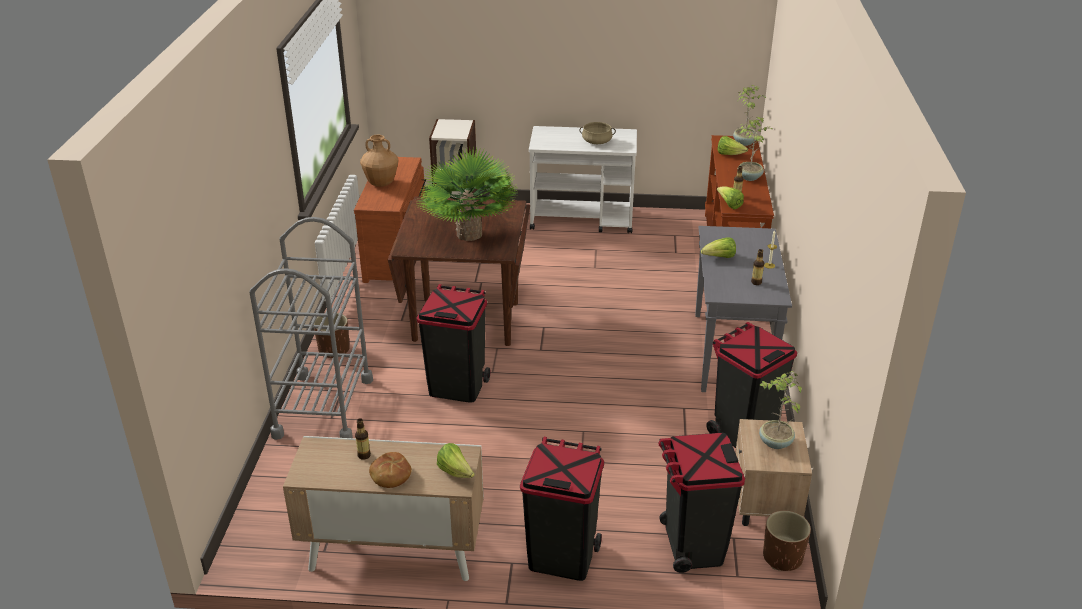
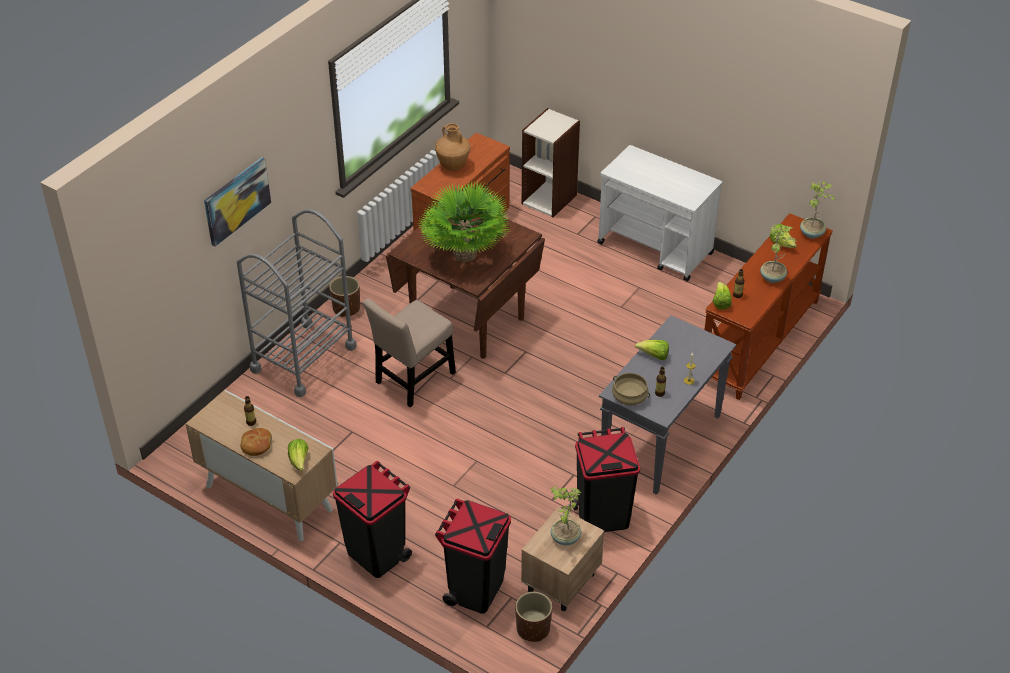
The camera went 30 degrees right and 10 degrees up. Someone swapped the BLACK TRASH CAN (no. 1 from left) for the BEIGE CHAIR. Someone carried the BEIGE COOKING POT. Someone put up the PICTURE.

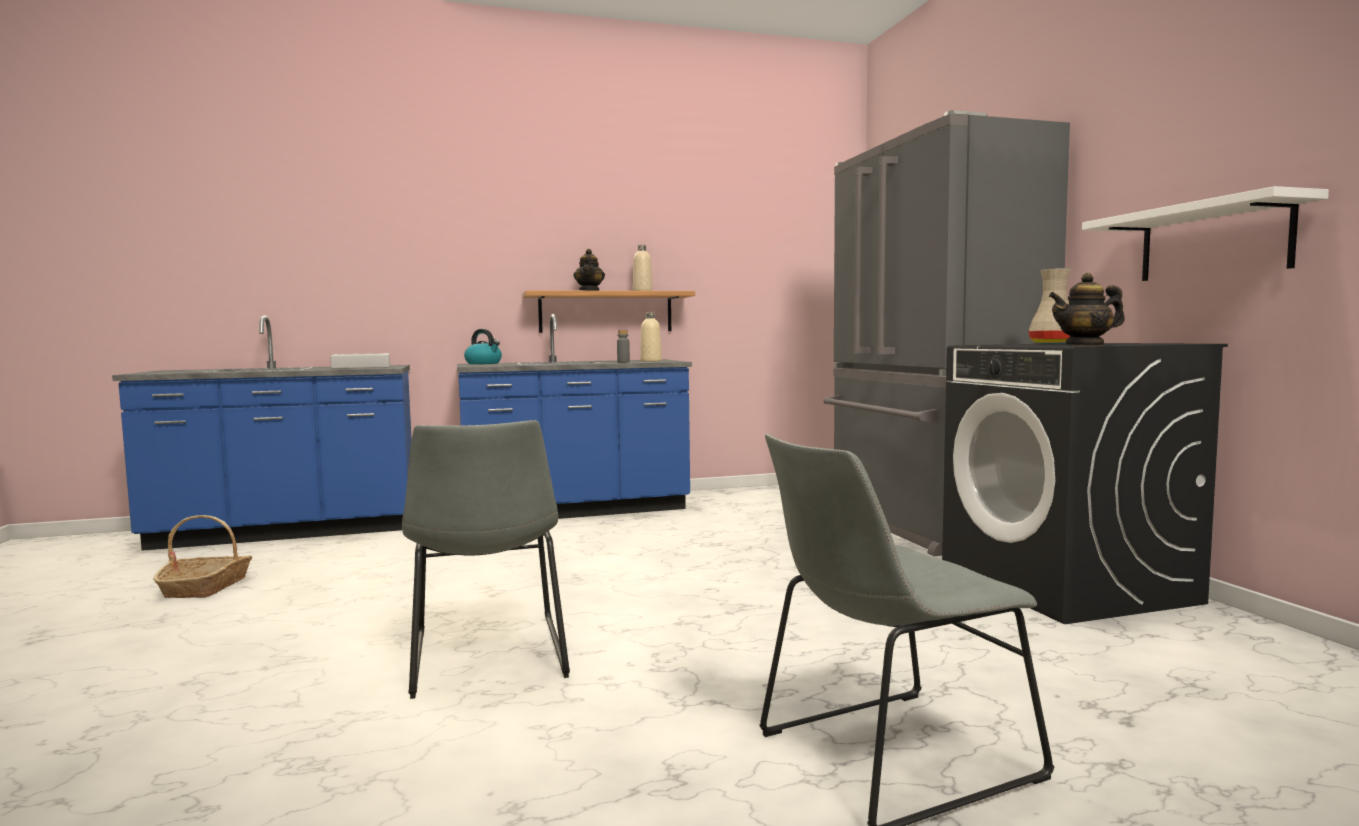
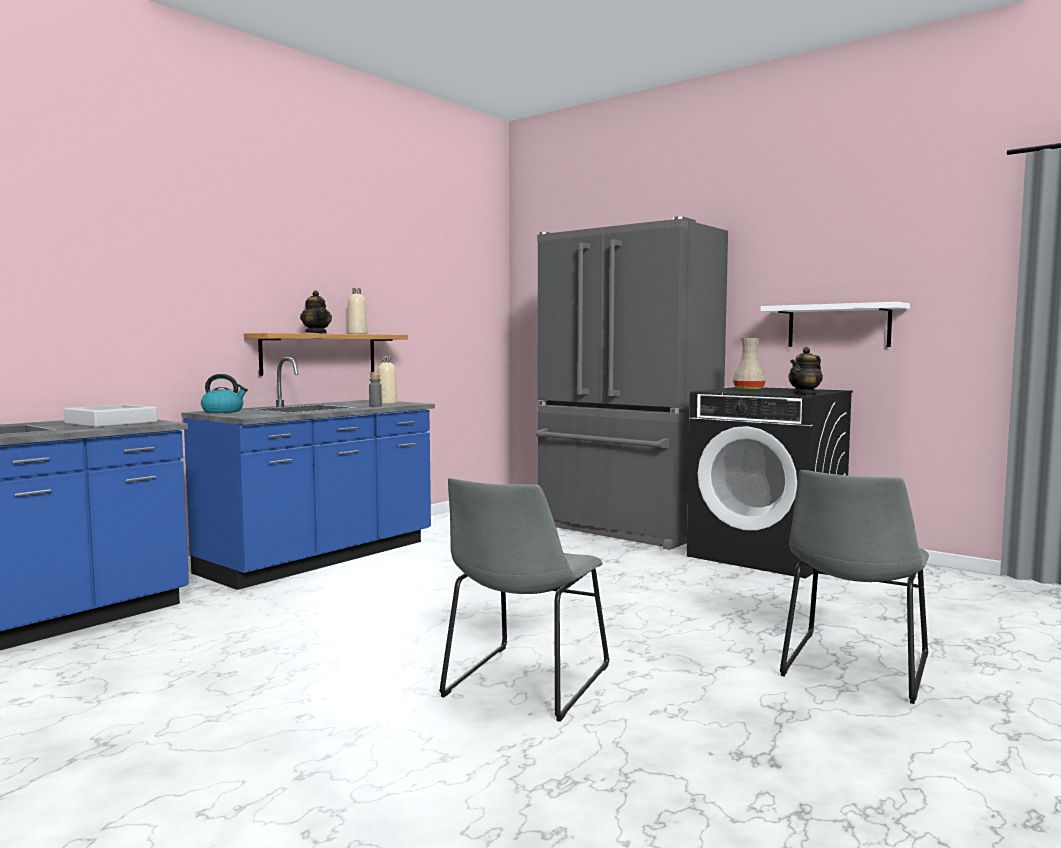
The camera went 35 degrees left and 0 degrees up. Someone took away the BASKET. Someone rotated the GREY CHAIR (no. 1 from left) by 75 degrees clockwise.

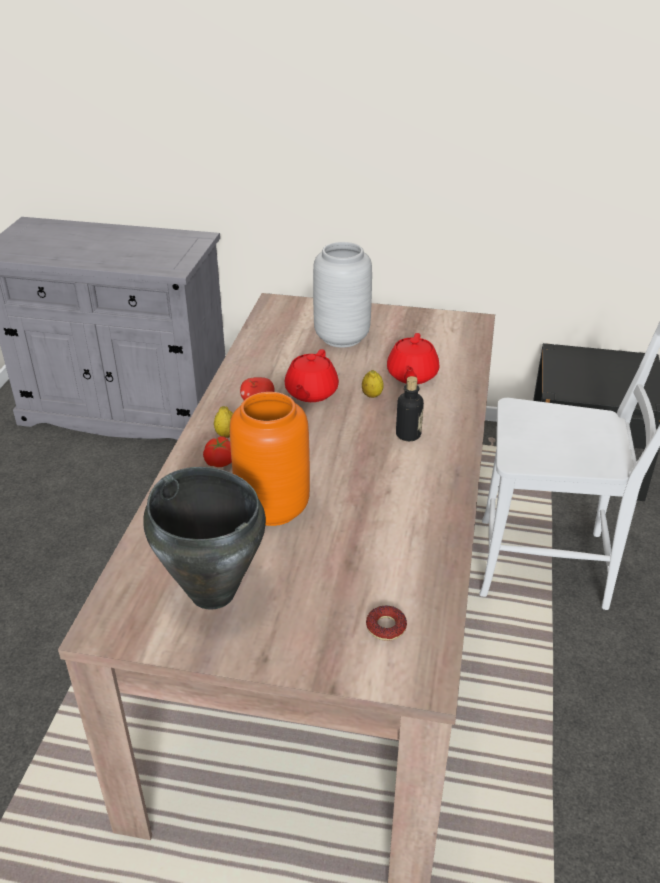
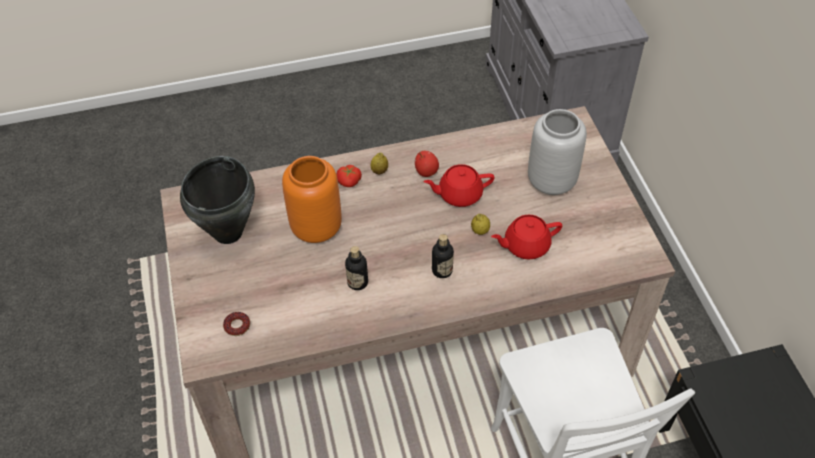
The camera went 65 degrees right and 15 degrees up. Someone put down the BOTTLE (no. 1 from left).

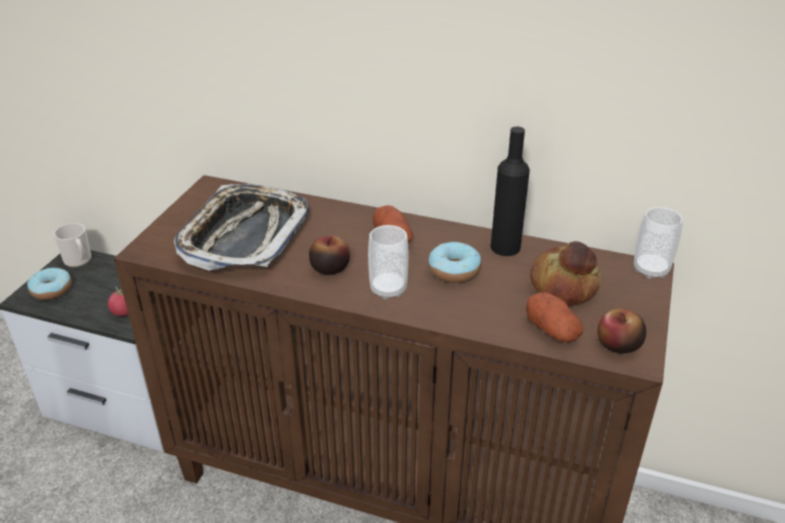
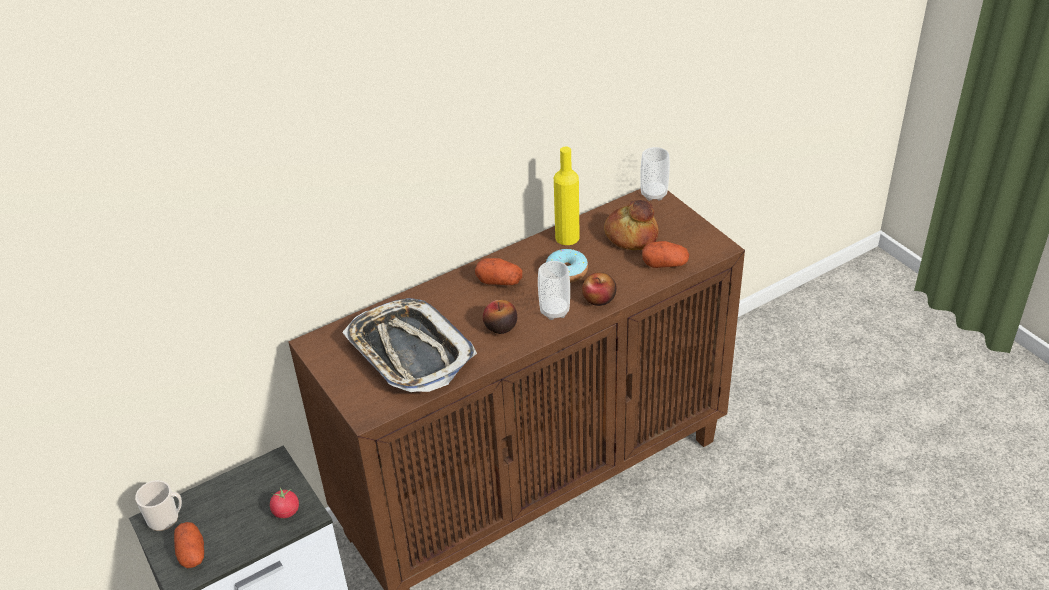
The camera went 50 degrees left and 5 degrees up. Someone swapped the DONUT (no. 1 from left) for the POTATO (no. 1 from left). Someone repainted the BLACK BOTTLE, which became the YELLOW BOTTLE. Someone carried the APPLE (no. 2 from left).

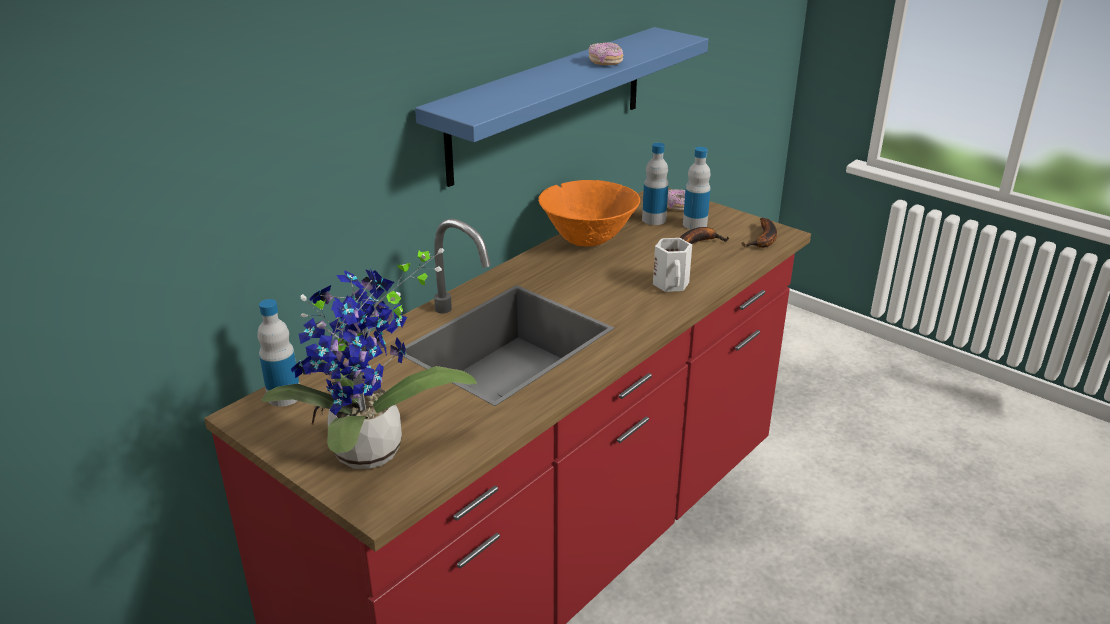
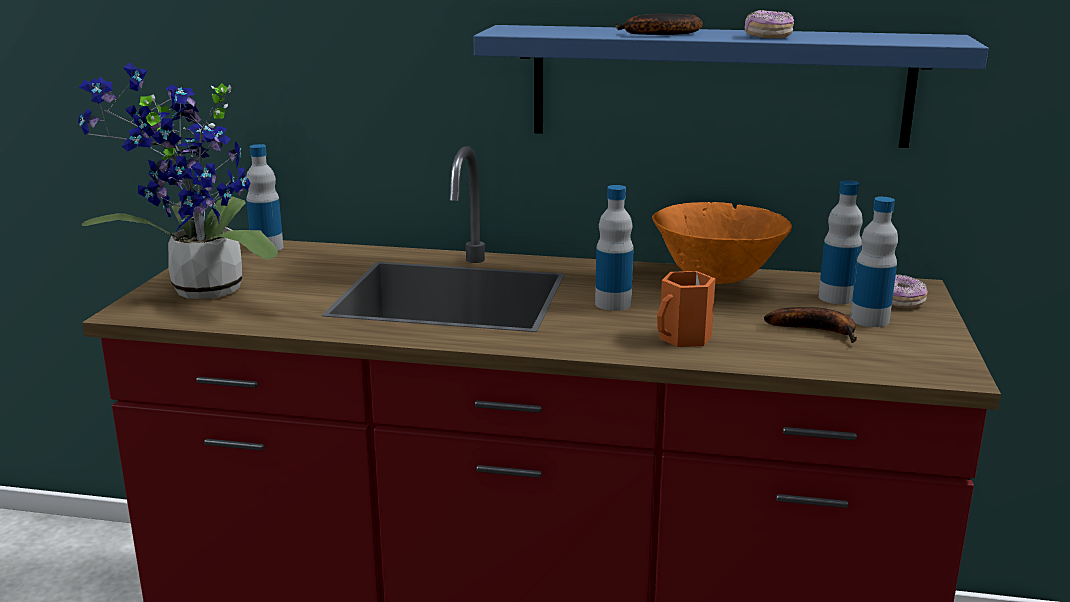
The camera went 60 degrees right and 10 degrees down. Someone repainted the WHITE MUG, which became the ORANGE MUG. Someone carried the BANANA (no. 2 from left in the first image). Someone put down the BOTTLE (no. 2 from left).

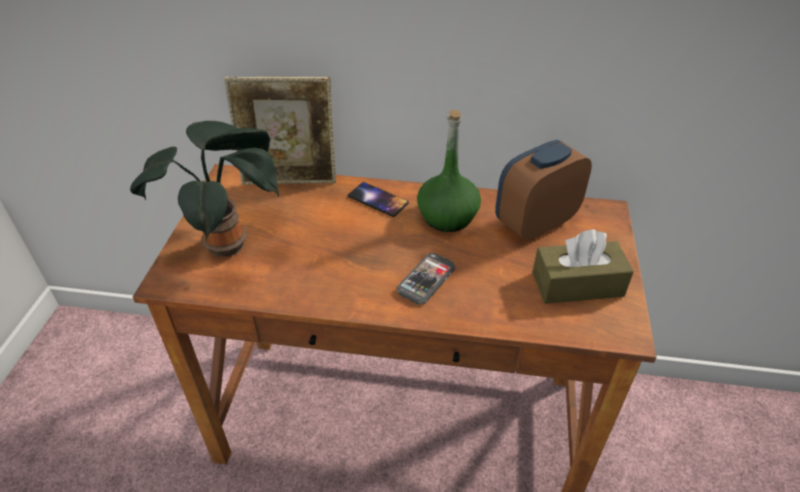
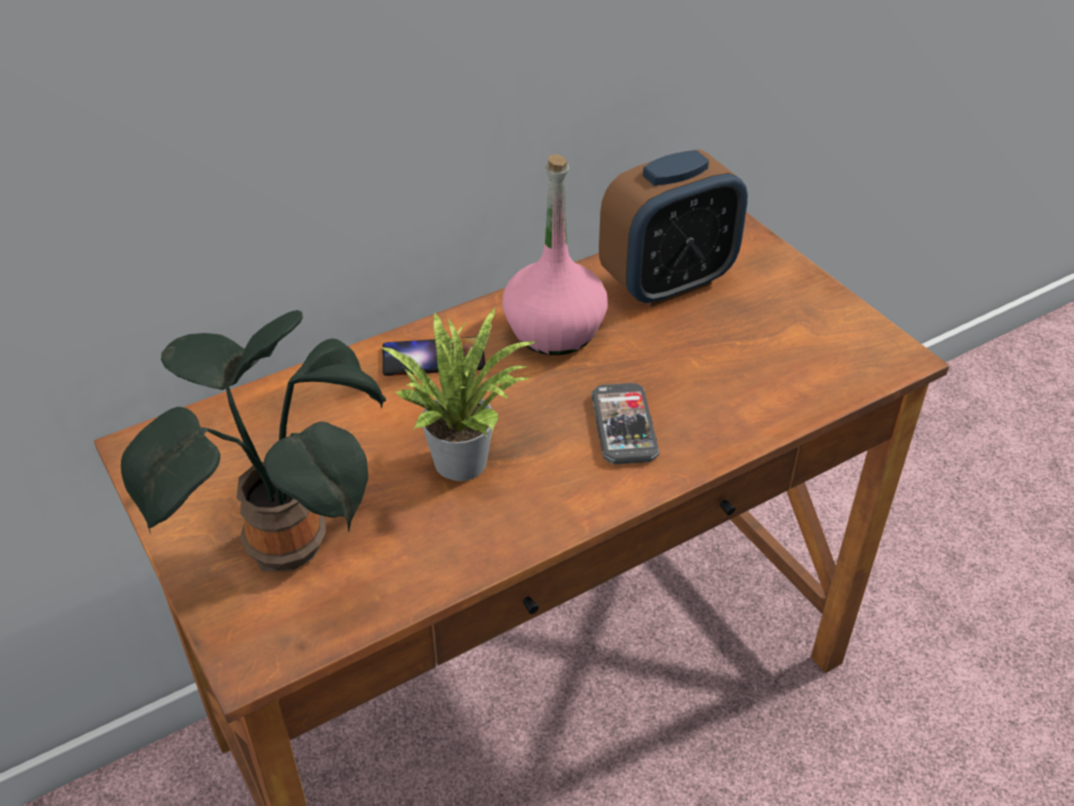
The camera went 40 degrees left and 0 degrees up. Someone took away the PICTURE FRAME. Someone repainted the GREEN BOTTLE, which became the PINK BOTTLE. Someone rotated the ALARM CLOCK by 135 degrees counterclockwise. Someone took away the BROWN TISSUE BOX. Someone put down the POTTED PLANT (no. 2 from left).

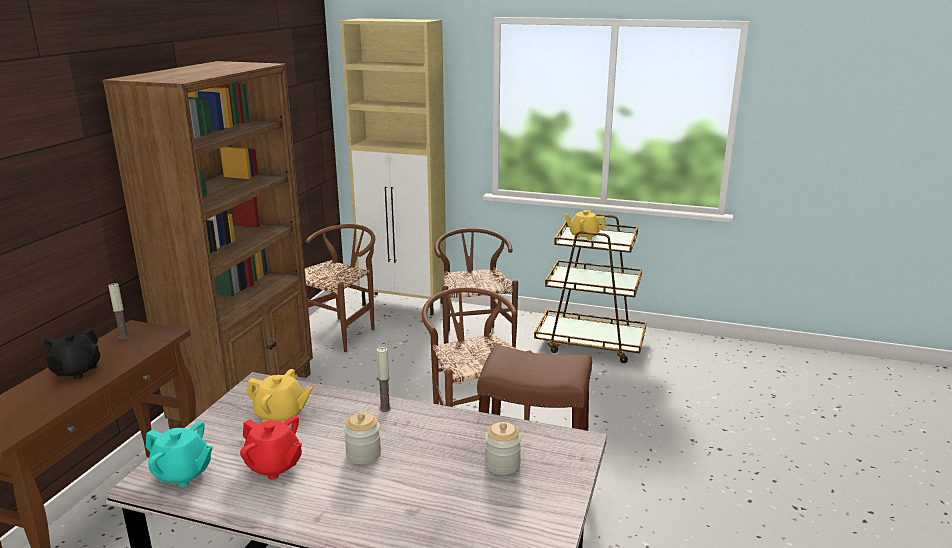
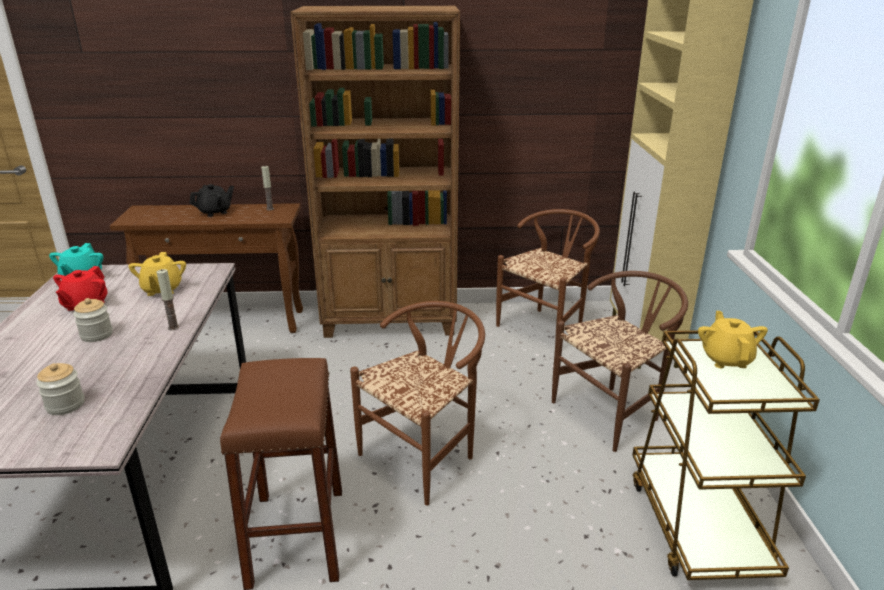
The camera went 70 degrees right and 5 degrees up. Someone rotated the BLACK TEAPOT by 150 degrees clockwise. Someone rotated the BROWN CHAIR (no. 1 from left in the first image) by 60 degrees counterclockwise.

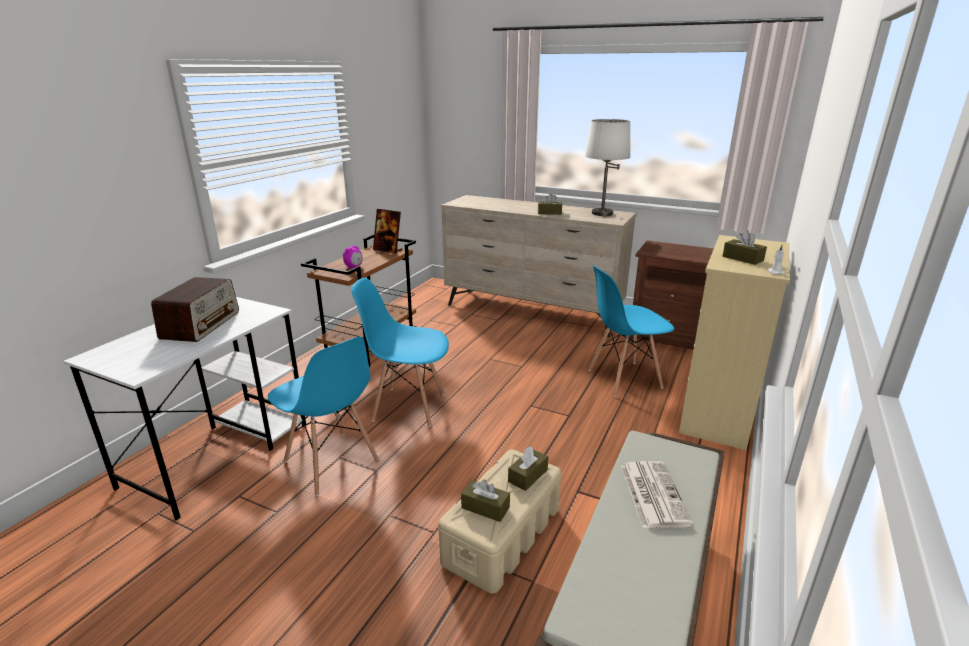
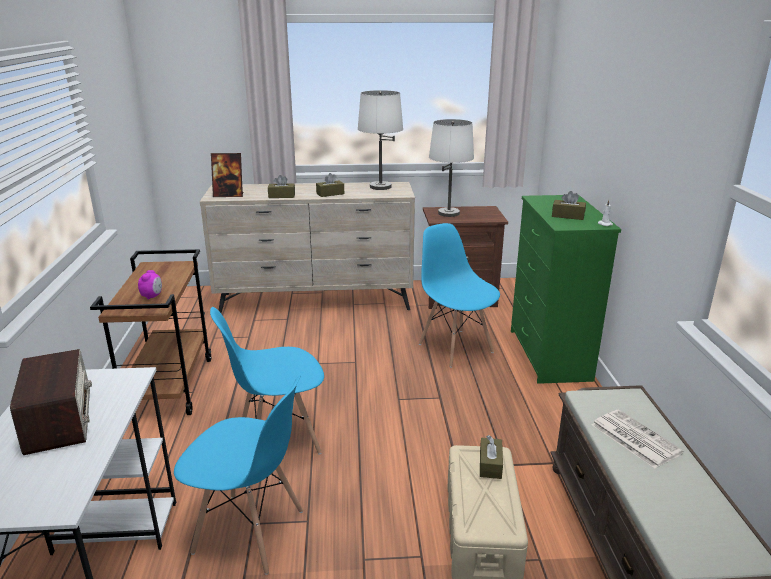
The camera went 30 degrees left and 0 degrees up. Someone carried the PICTURE FRAME. Someone carried the BROWN TISSUE BOX (no. 1 from left). Someone rotated the BLUE CHAIR (no. 3 from left) by 105 degrees clockwise. Someone repainted the BEIGE DRESSER (no. 2 from left), which became the GREEN DRESSER. Someone put down the WHITE TABLE LAMP (no. 2 from left).

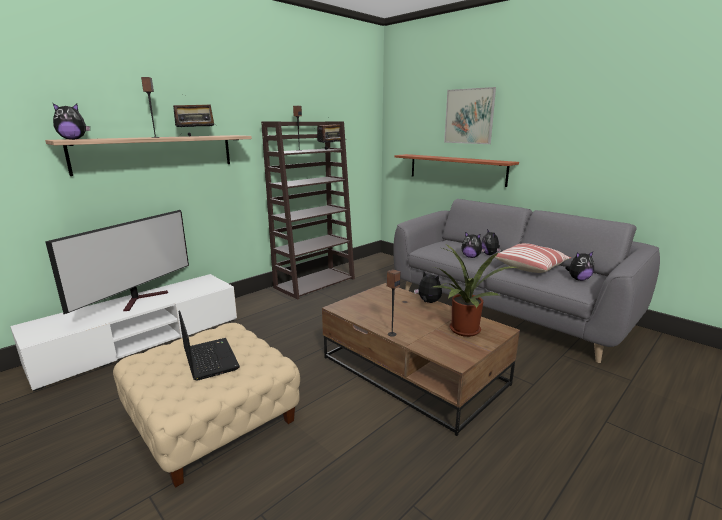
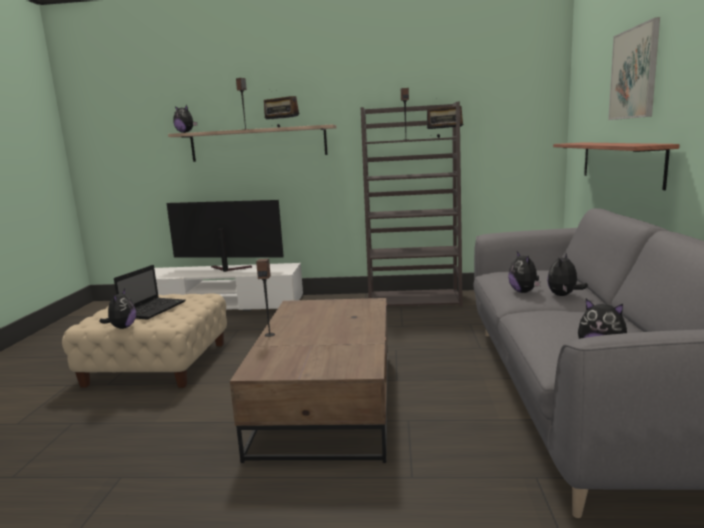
The camera went 50 degrees right and 5 degrees down. Someone rotated the TELEVISION by 150 degrees counterclockwise. Someone carried the PLUSH TOY (no. 2 from left in the first image). Someone took away the POTTED PLANT. Someone took away the PILLOW.

